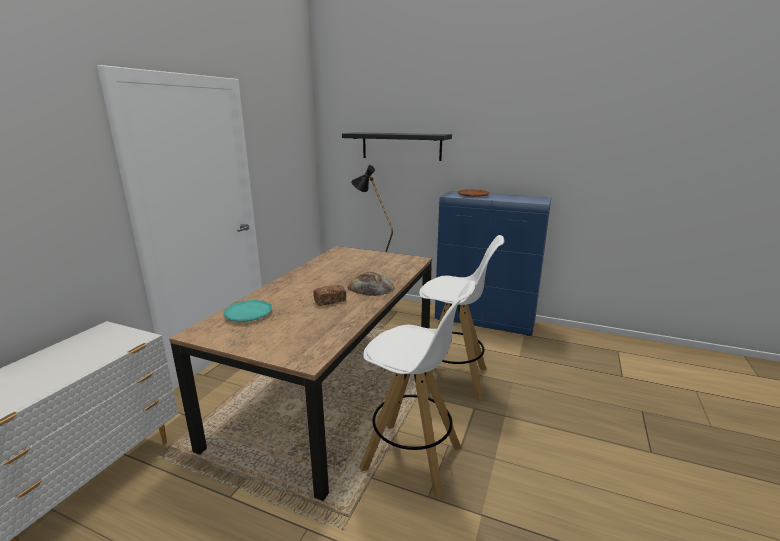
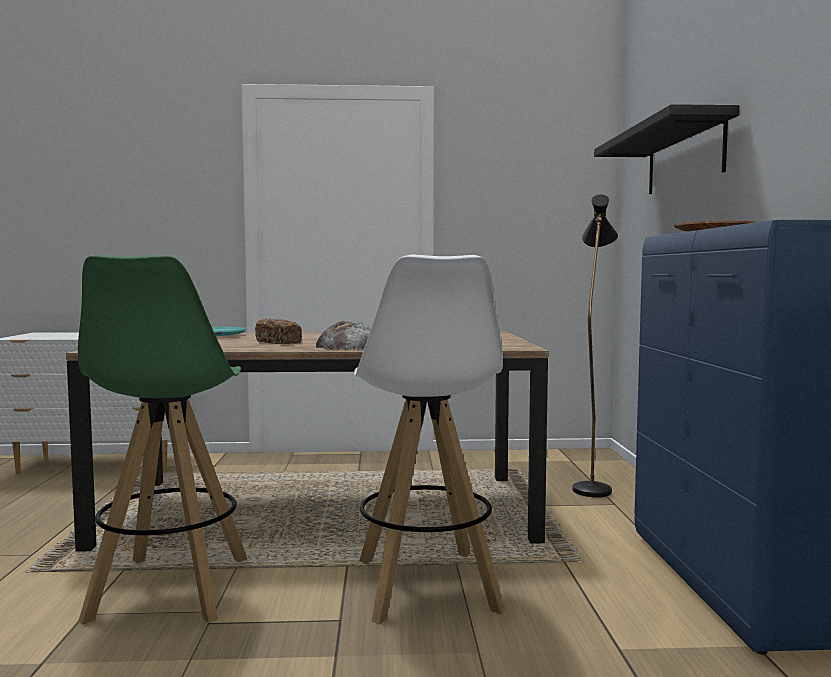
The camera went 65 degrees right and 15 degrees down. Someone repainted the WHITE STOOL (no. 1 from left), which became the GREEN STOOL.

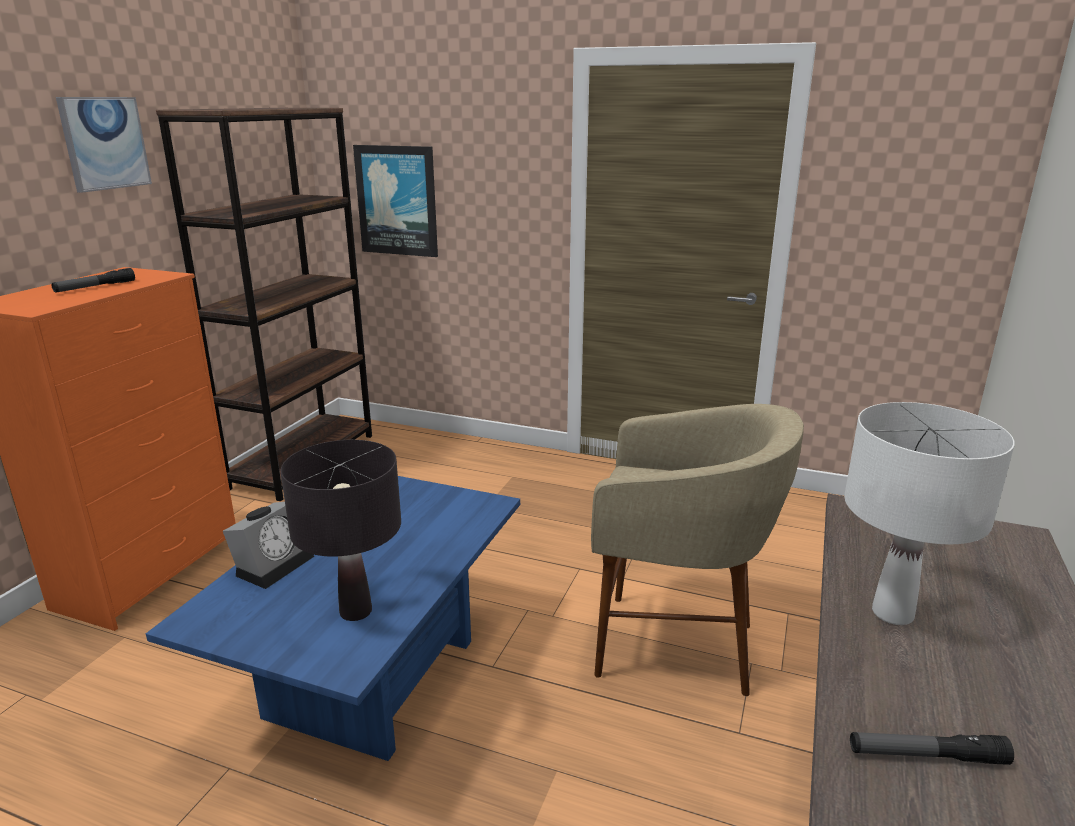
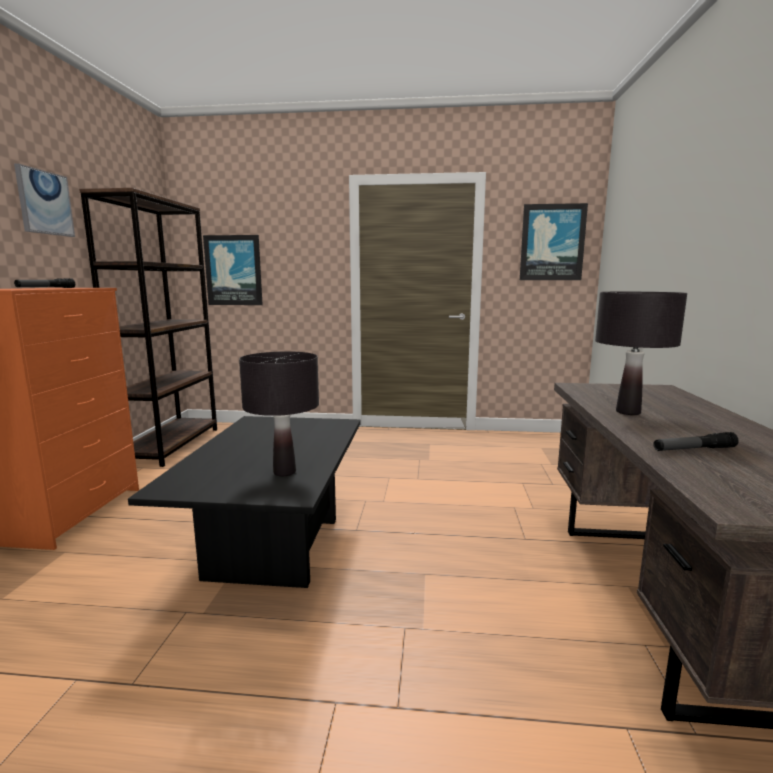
The camera went 15 degrees left and 10 degrees down. Someone repainted the BLUE COFFEE TABLE, which became the BLACK COFFEE TABLE. Someone took away the ALARM CLOCK. Someone took away the BEIGE STOOL. Someone repainted the WHITE TABLE LAMP, which became the BLACK TABLE LAMP (no. 2 from left). Someone put up the PICTURE (no. 3 from left).

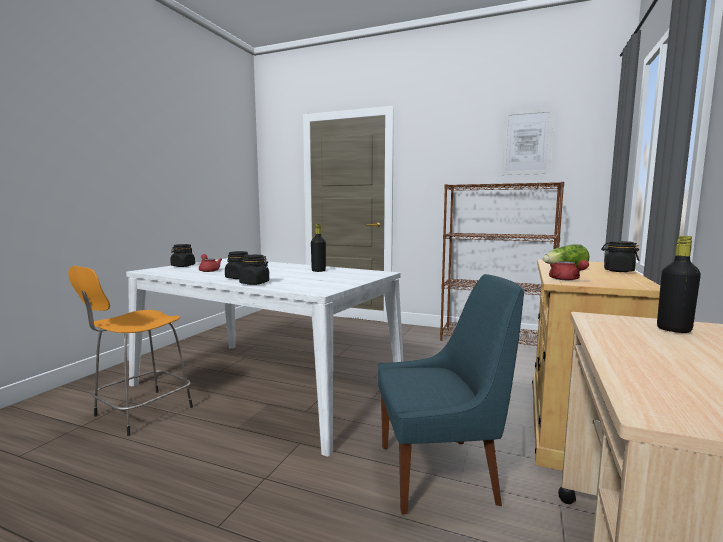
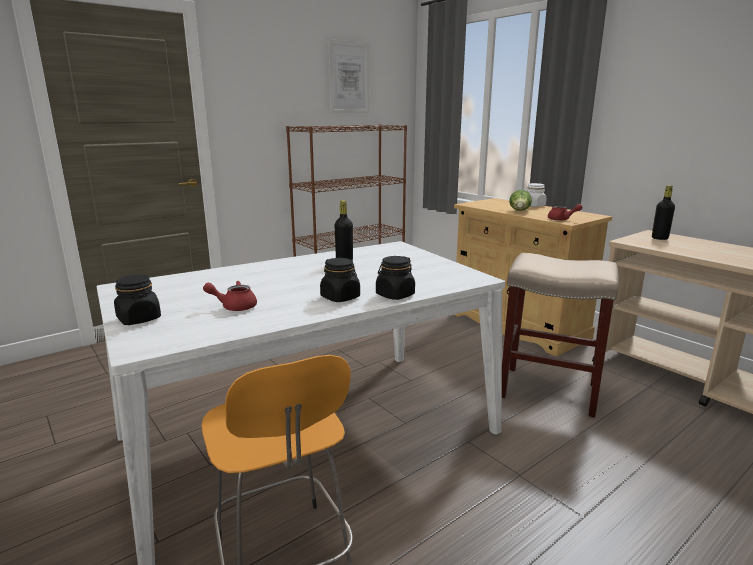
The camera went 60 degrees left and 10 degrees up. Someone swapped the BLUE CHAIR for the BEIGE STOOL. Someone repainted the BLACK JAR (no. 4 from left), which became the WHITE JAR.

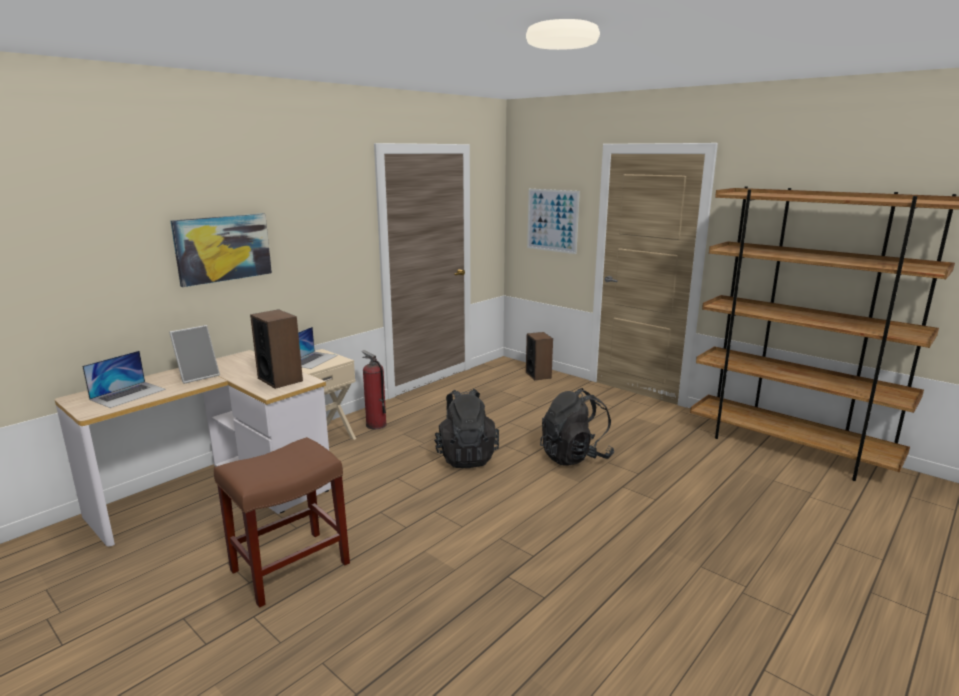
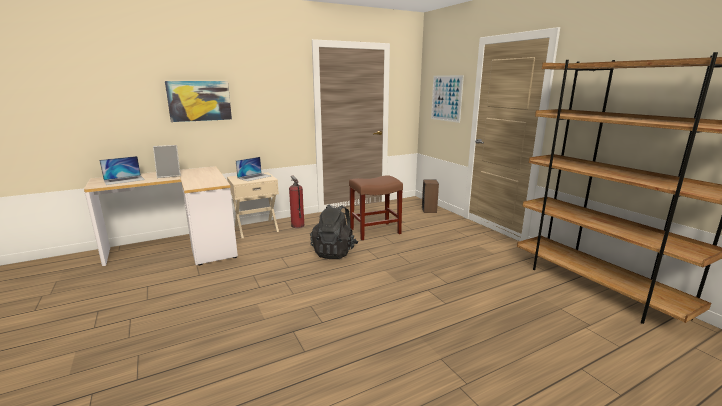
The camera went 20 degrees right and 0 degrees up. Someone carried the BROWN STOOL. Someone took away the SPEAKER (no. 1 from left). Someone took away the BLACK BACKPACK (no. 2 from left).

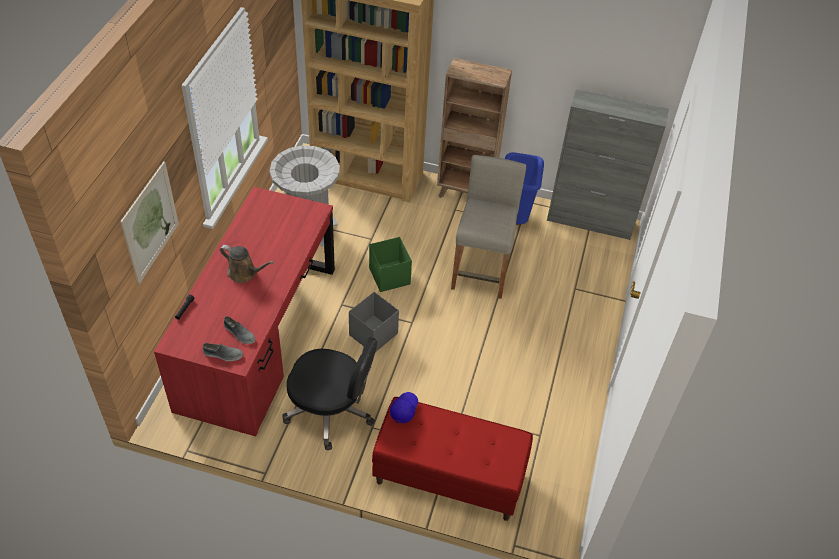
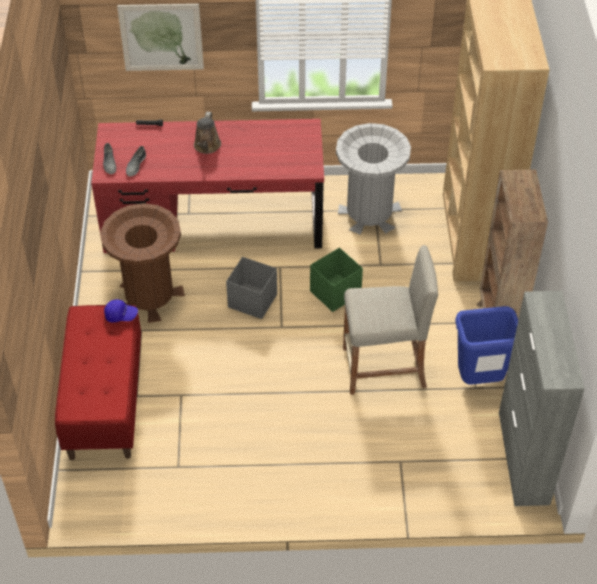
The camera went 75 degrees right and 0 degrees up. Someone swapped the BLACK OFFICE CHAIR for the BROWN TRASH CAN.

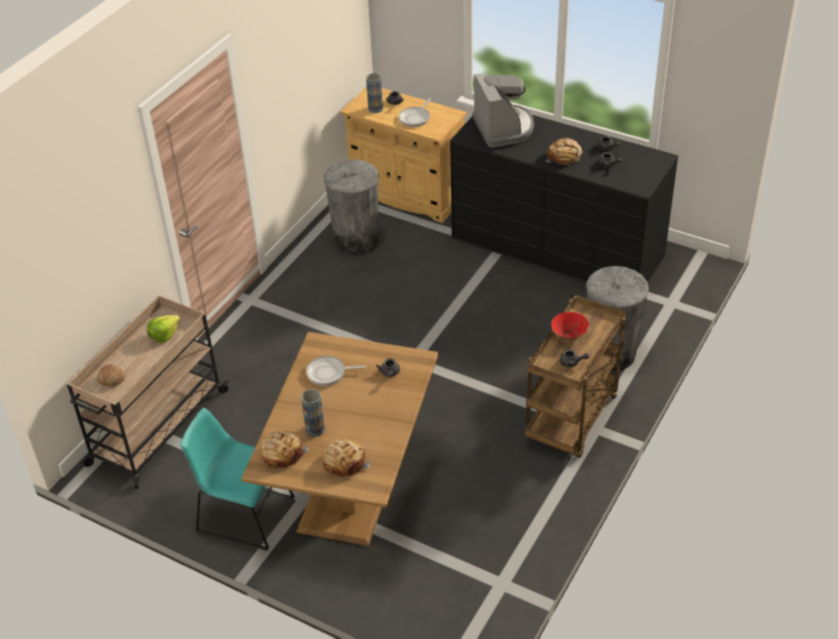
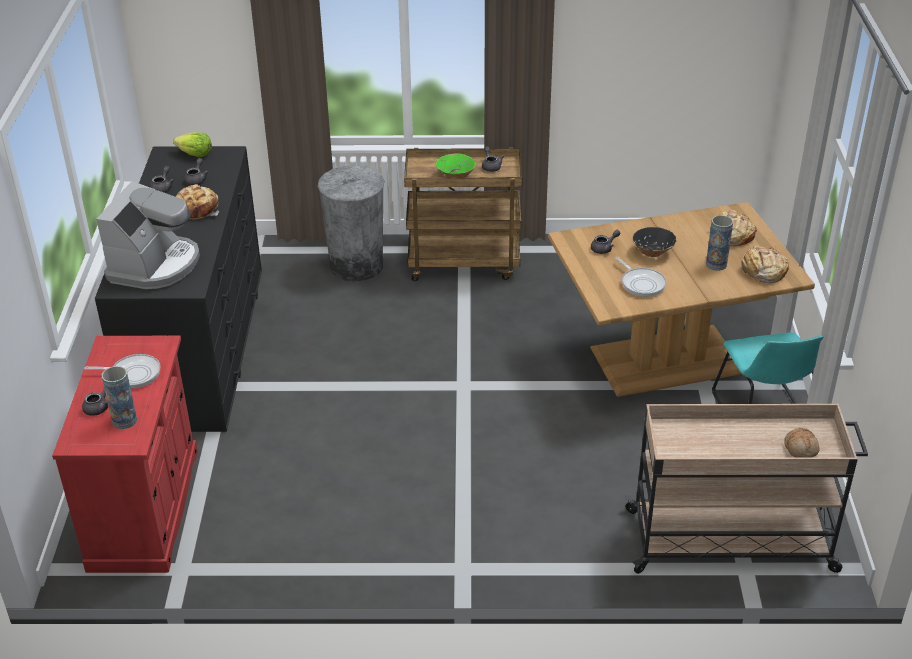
The camera went 120 degrees left and 5 degrees down. Someone carried the LETTUCE. Someone took away the GREY TRASH CAN (no. 1 from left). Someone repainted the BEIGE CABINET, which became the RED CABINET. Someone rotated the COFFEE MACHINE by 150 degrees clockwise. Someone repainted the RED BOWL, which became the GREEN BOWL. Someone put down the BLACK BOWL.

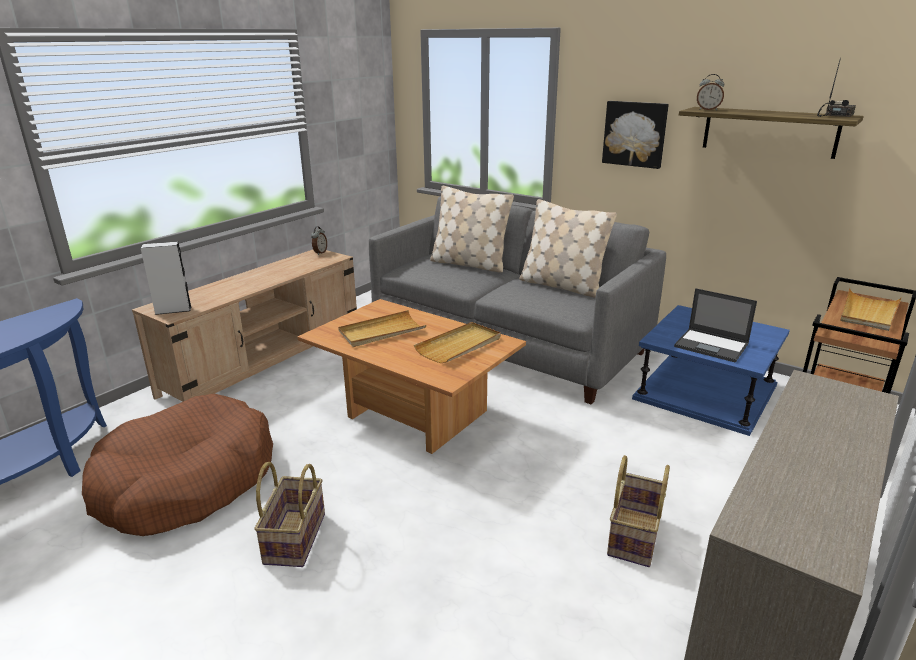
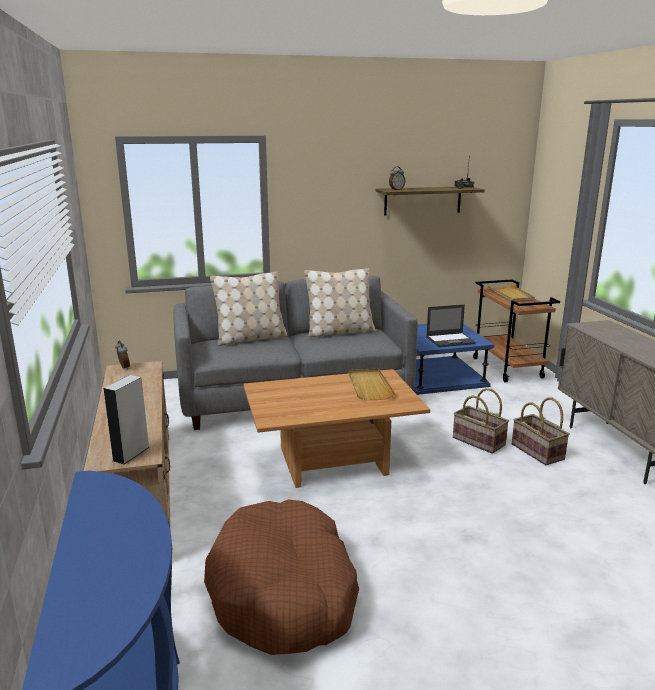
The camera went 50 degrees left and 5 degrees down. Someone carried the BASKET (no. 1 from left). Someone took away the BEIGE TRAY (no. 1 from left). Someone took away the PICTURE.

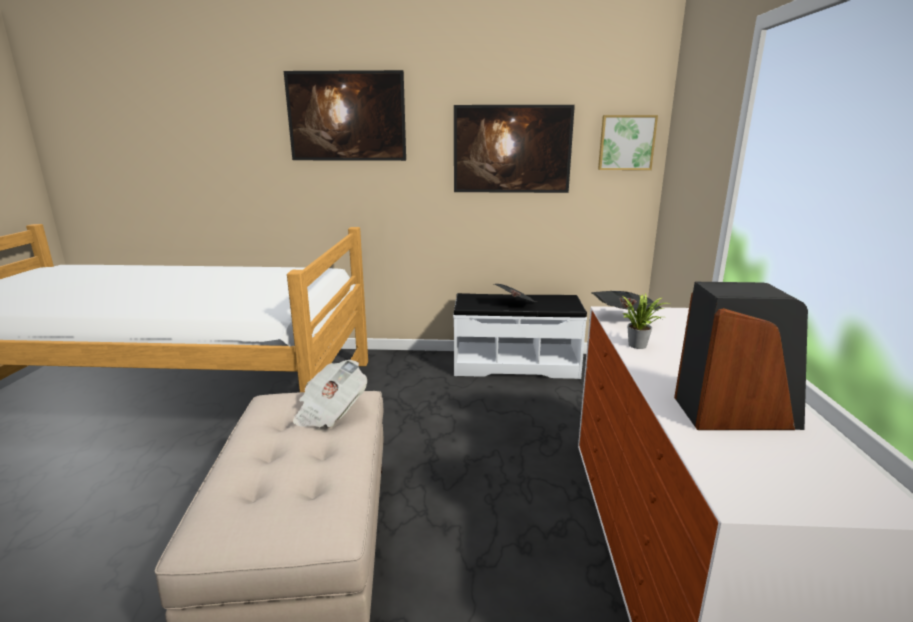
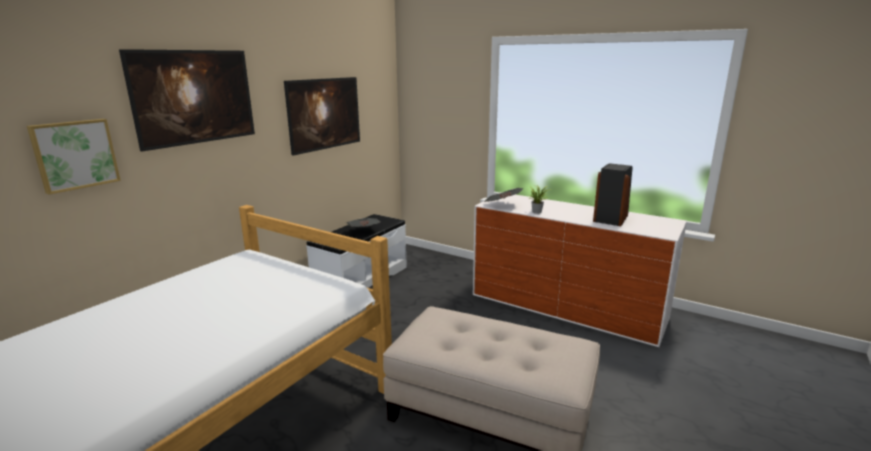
The camera went 60 degrees left and 0 degrees up. Someone took away the NEWSPAPER (no. 1 from left). Someone carried the PICTURE (no. 3 from left in the first image).

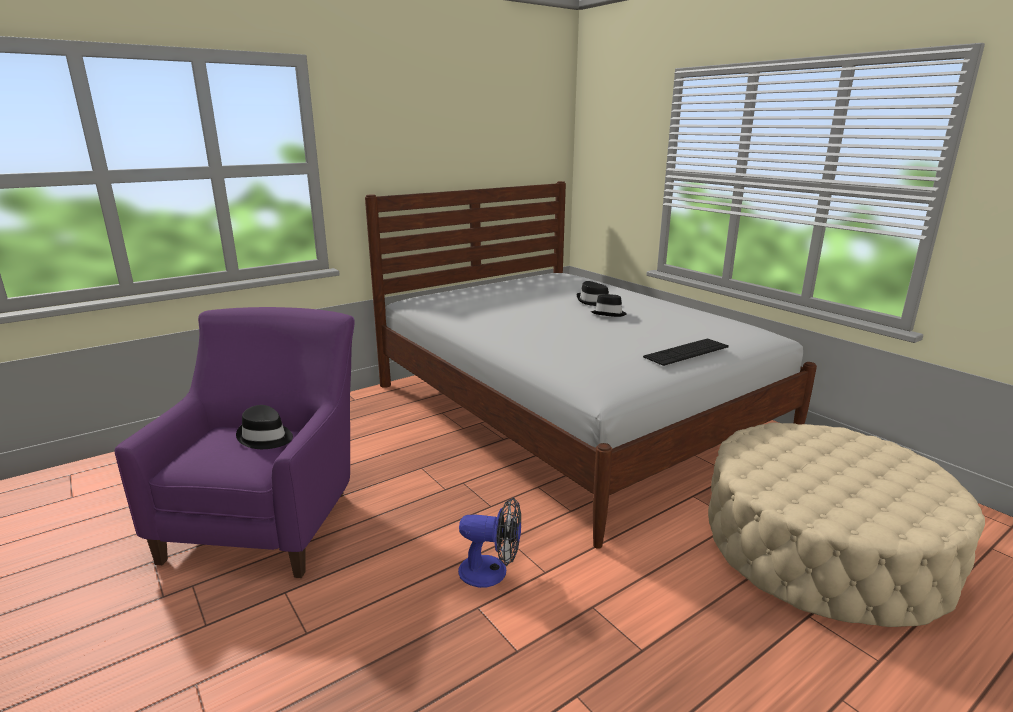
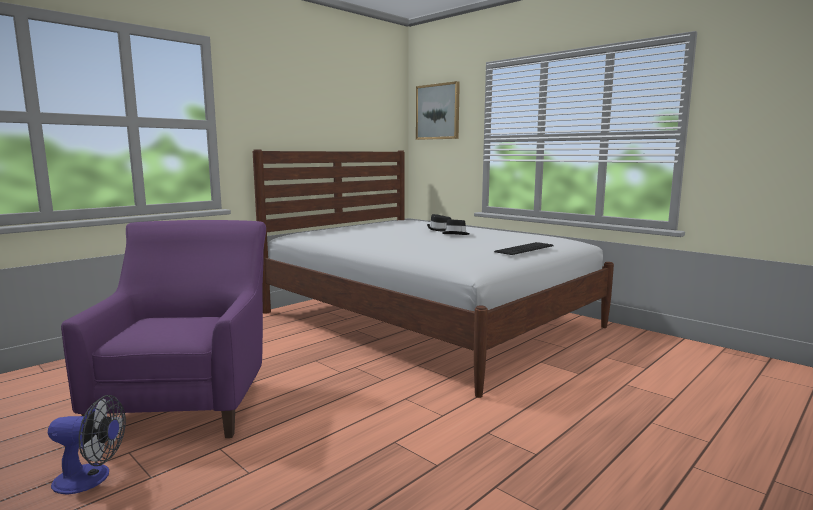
The camera went 10 degrees left and 10 degrees down. Someone took away the BLACK HAT (no. 1 from left). Someone carried the FAN. Someone took away the BEIGE OTTOMAN. Someone put up the PICTURE.

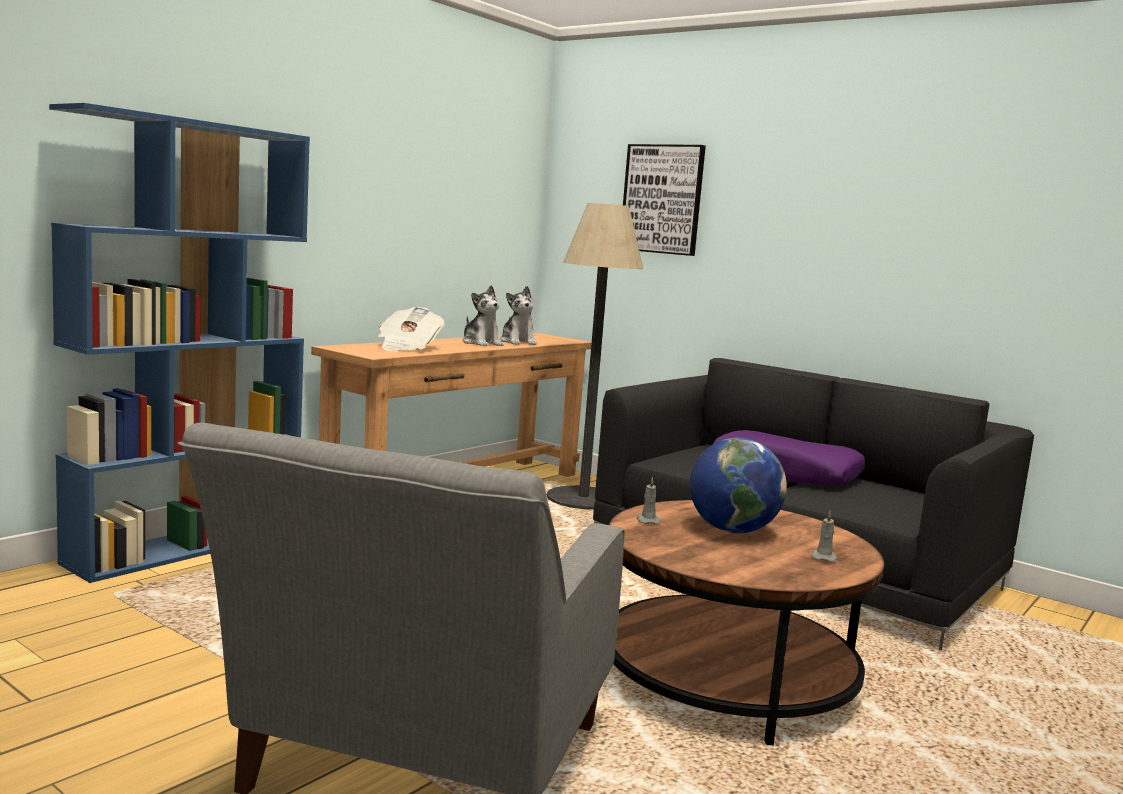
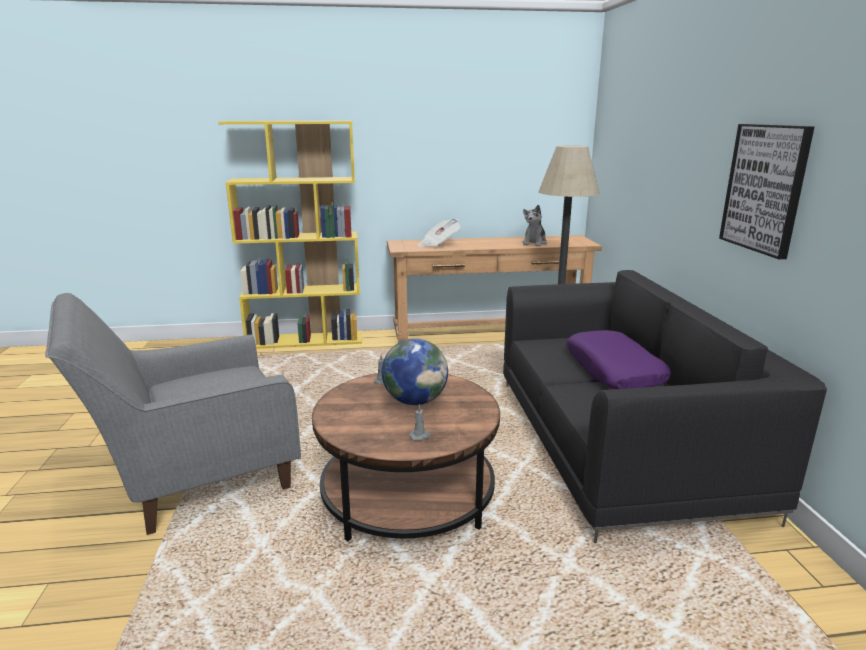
The camera went 45 degrees right and 10 degrees up. Someone repainted the BLUE BOOKCASE, which became the YELLOW BOOKCASE. Someone took away the PLUSH TOY (no. 1 from left). Someone carried the PICTURE.

